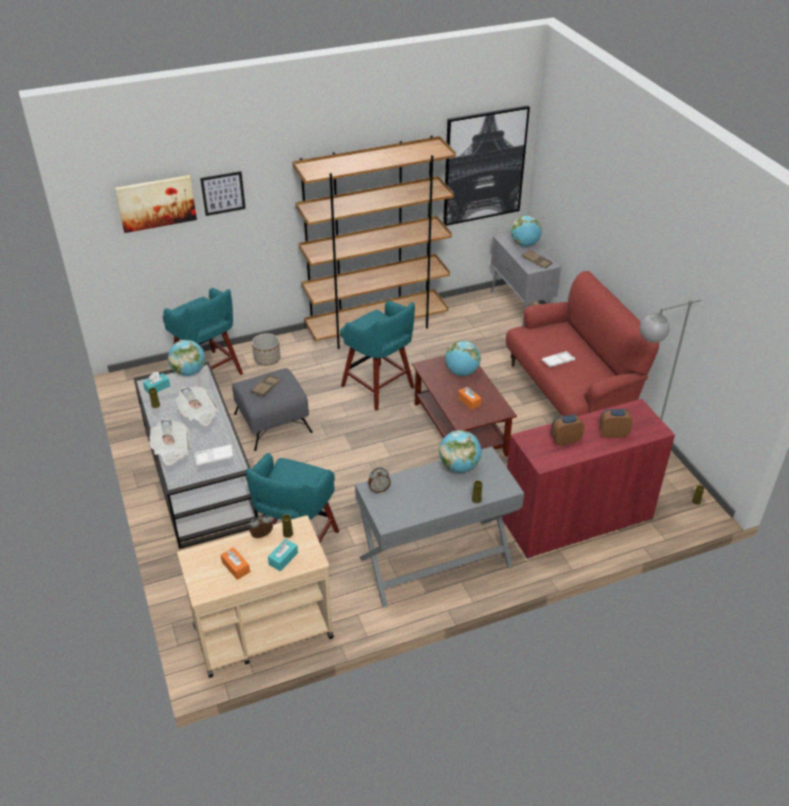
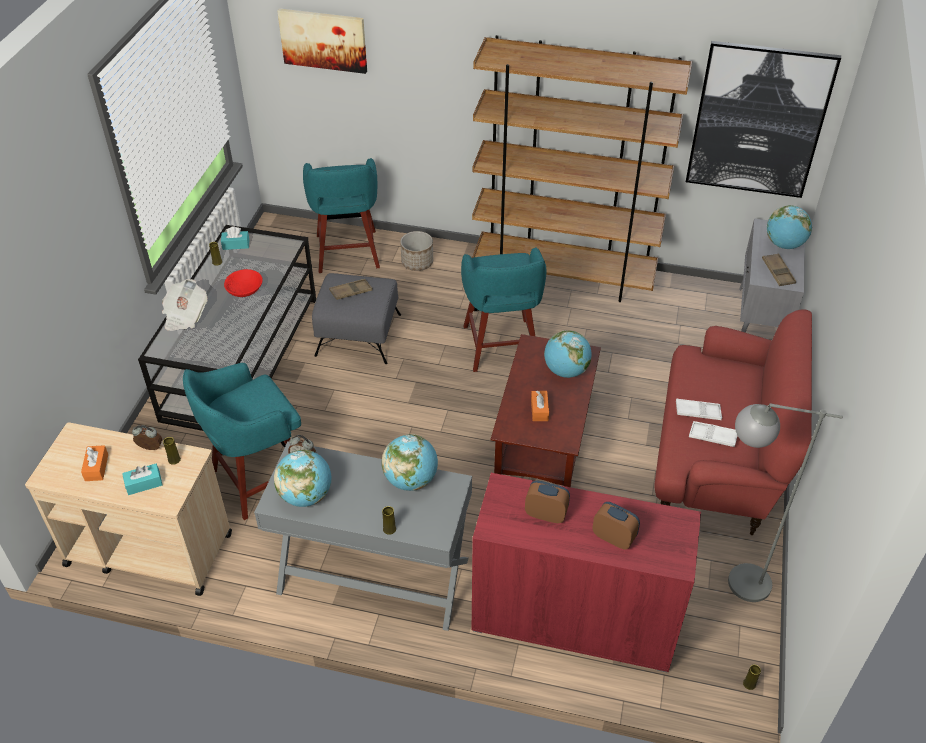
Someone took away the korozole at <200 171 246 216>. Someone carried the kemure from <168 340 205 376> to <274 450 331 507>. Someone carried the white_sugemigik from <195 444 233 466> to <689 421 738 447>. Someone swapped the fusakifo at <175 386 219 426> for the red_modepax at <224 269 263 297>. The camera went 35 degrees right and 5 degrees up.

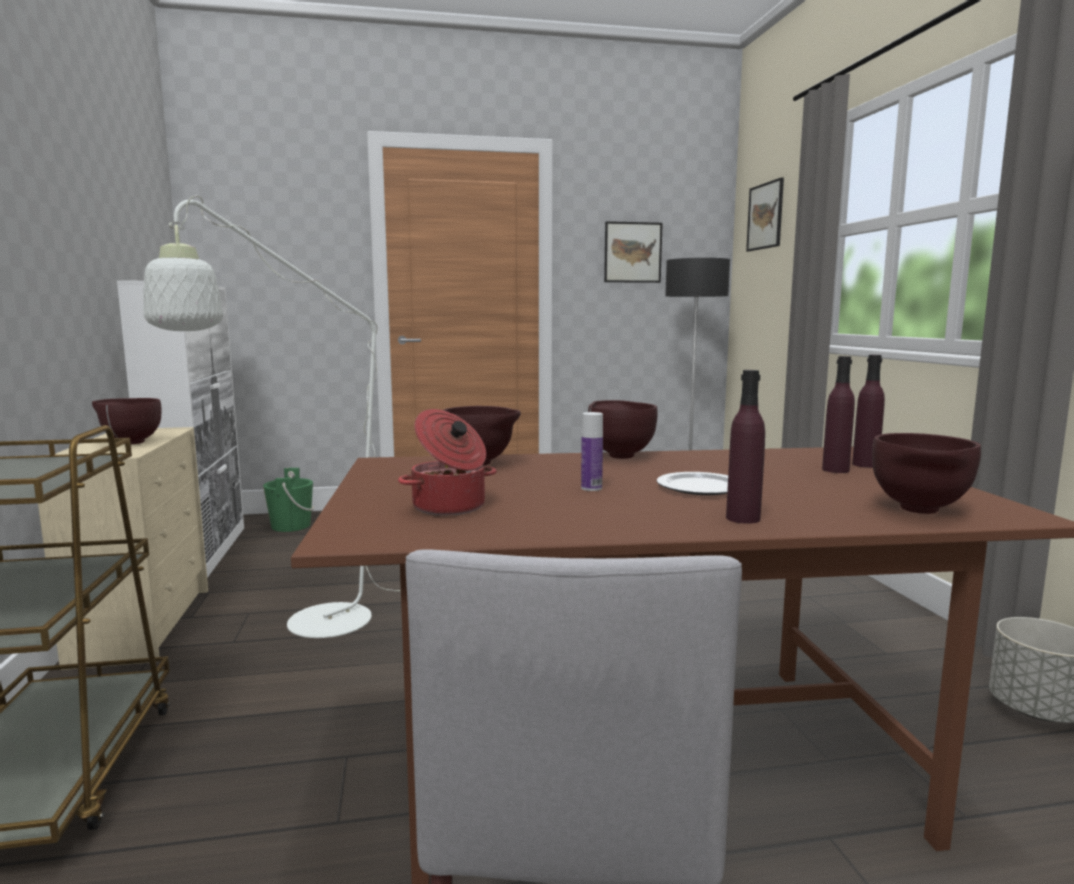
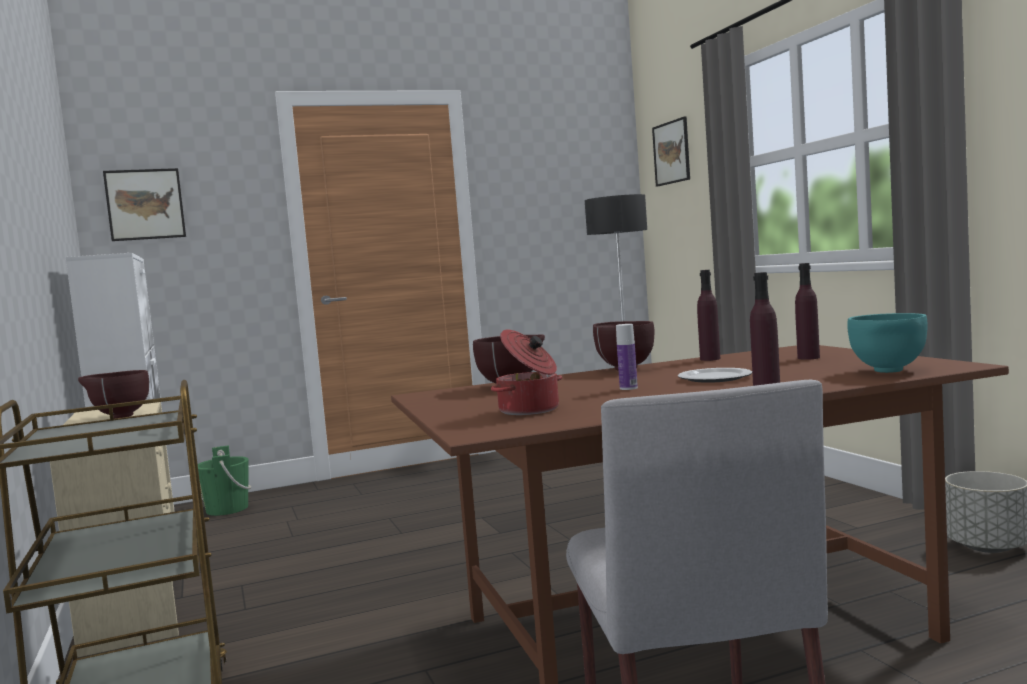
Someone took away the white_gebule at <143 195 401 638>. Someone carried the korozole from <604 221 663 283> to <103 168 186 241>. Someone carried the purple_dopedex from <852 355 885 468> to <697 270 721 361>. Someone repainted the brown_modepax at <872 433 981 514>, which became the turquoise_modepax at <847 313 928 373>. The camera went 10 degrees left and 5 degrees down.

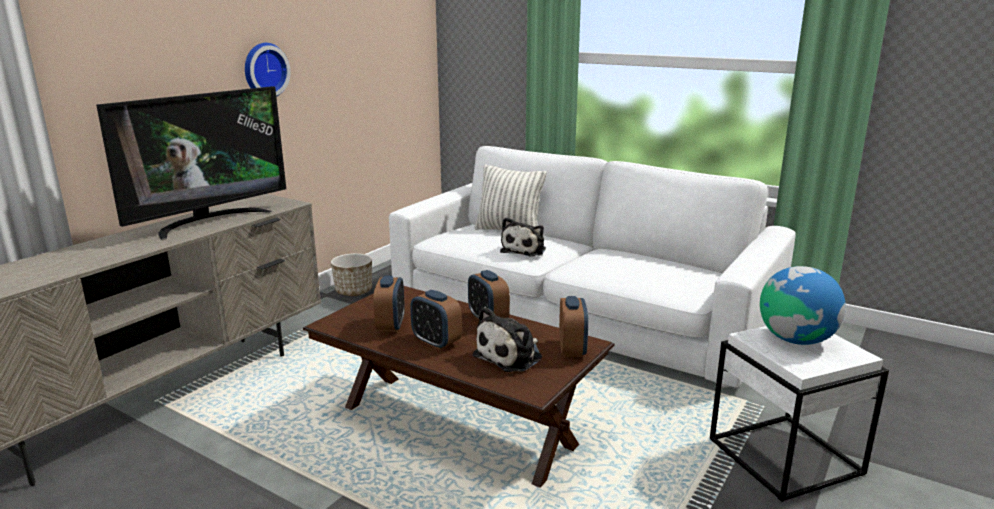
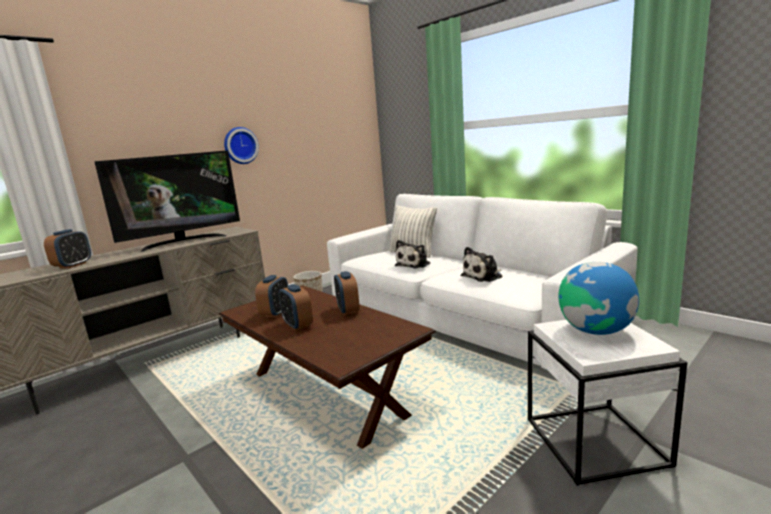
Someone carried the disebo from <472 307 542 372> to <461 247 502 282>. Someone carried the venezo from <559 296 588 357> to <44 229 91 269>. The camera went 15 degrees right and 5 degrees down.

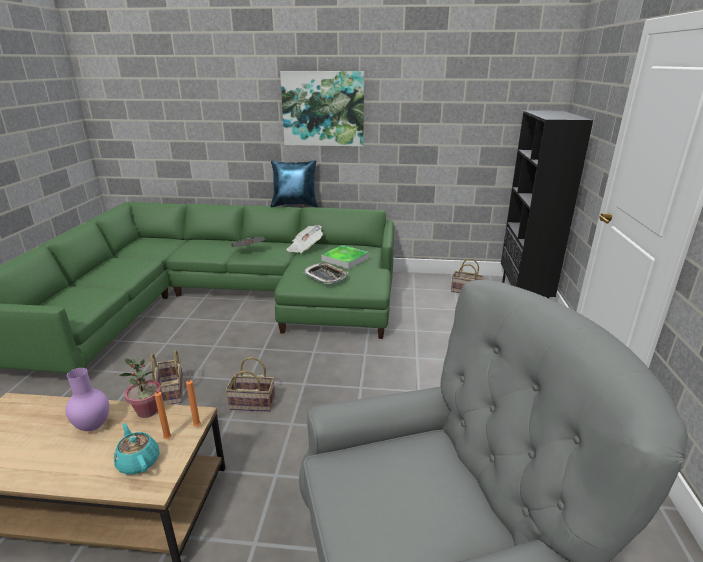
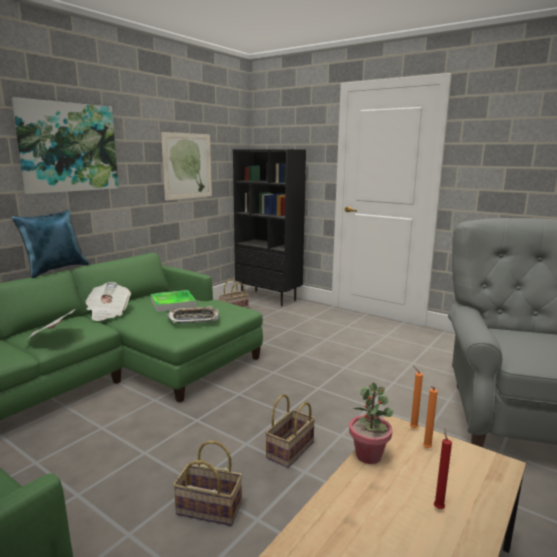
Someone took away the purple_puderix at <66 368 109 431>. Someone took away the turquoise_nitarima at <114 423 159 474>. Someone put up the korozole at <161 132 212 201>. Someone put down the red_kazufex at <434 428 452 509>. The camera went 60 degrees left and 10 degrees down.

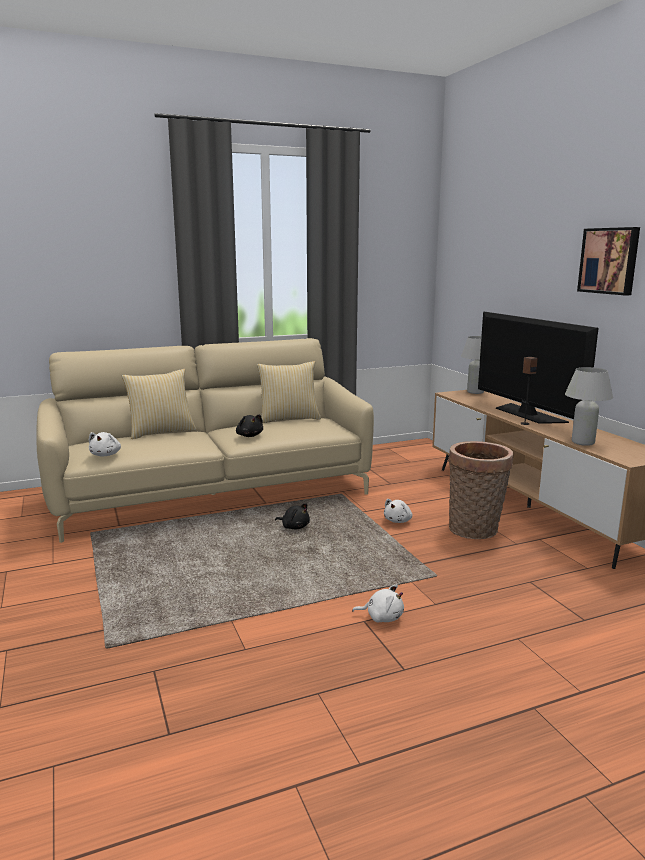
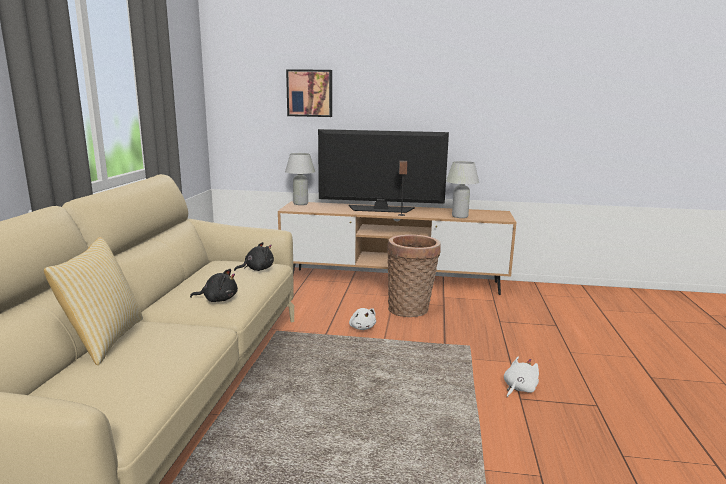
Someone took away the white_disebo at <89 432 121 457>. Someone took away the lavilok at <257 361 321 423>. Someone carried the black_disebo from <275 503 310 529> to <234 242 274 271>. Someone carried the korozole from <577 227 640 296> to <286 69 332 117>. The camera went 60 degrees left and 0 degrees up.

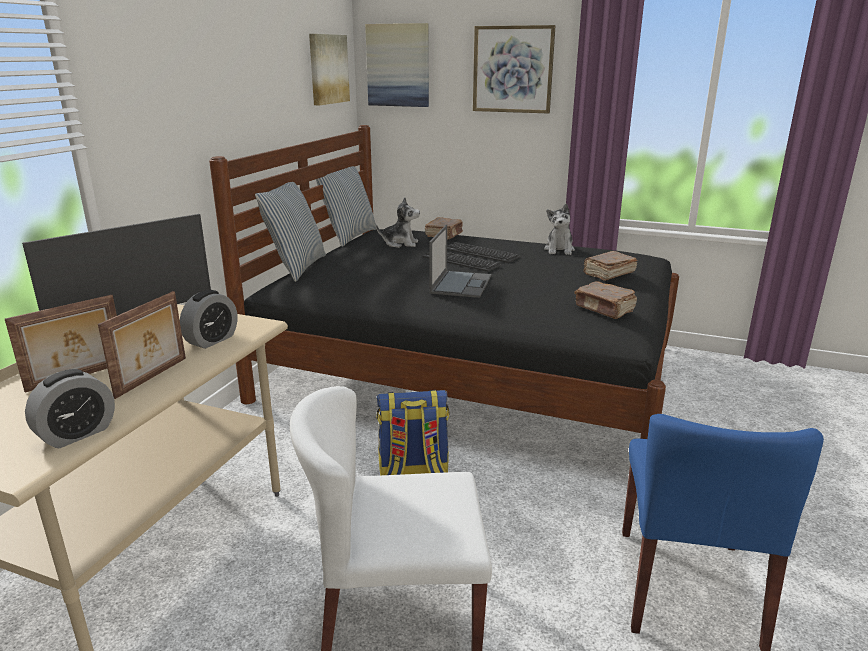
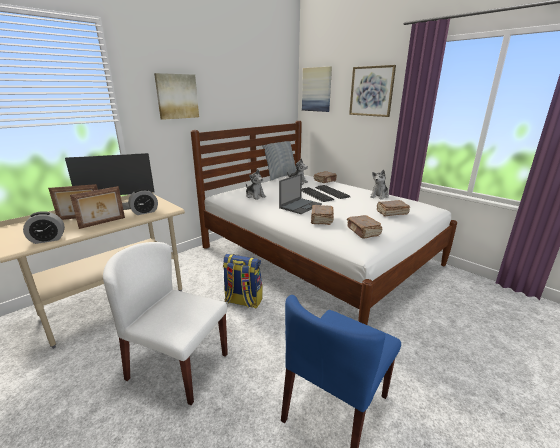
Someone took away the lavilok at <255 182 326 282>. Someone put down the disebo at <246 169 266 200>. Someone put down the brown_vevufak at <311 205 334 225>. Someone carried the korozole from <309 34 350 105> to <154 73 199 120>. Someone repainted the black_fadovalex at <209 125 679 439>, which became the white_fadovalex at <191 121 457 325>. The camera went 25 degrees right and 0 degrees up.

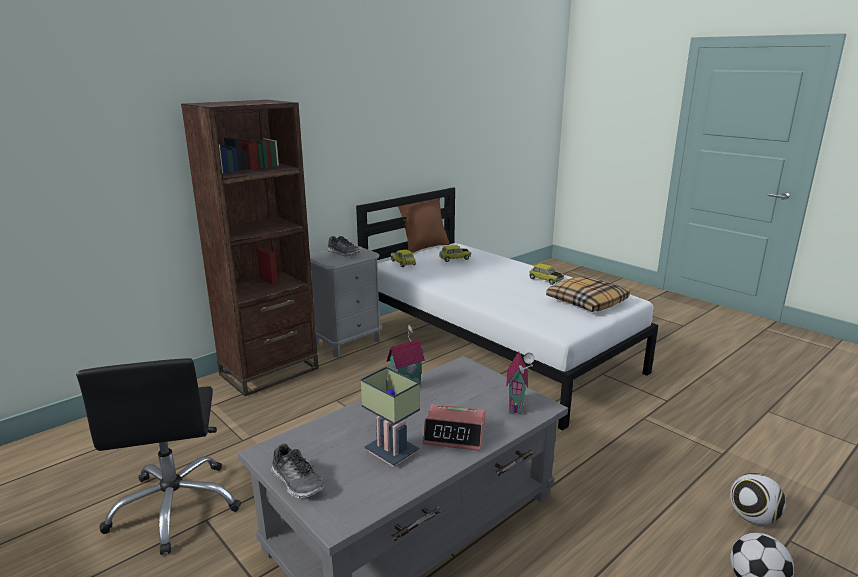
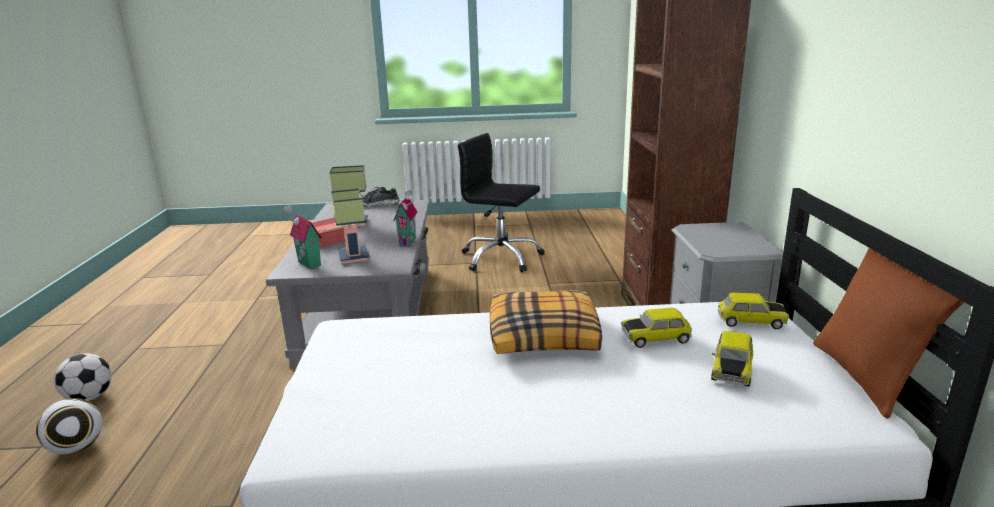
Someone took away the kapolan at <327 236 360 257>. Someone put down the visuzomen at <331 189 370 264>. Someone carried the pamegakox from <529 264 564 285> to <621 308 692 348>. Someone carried the lavilok from <546 276 630 312> to <490 290 602 354>. The camera went 130 degrees right and 0 degrees up.

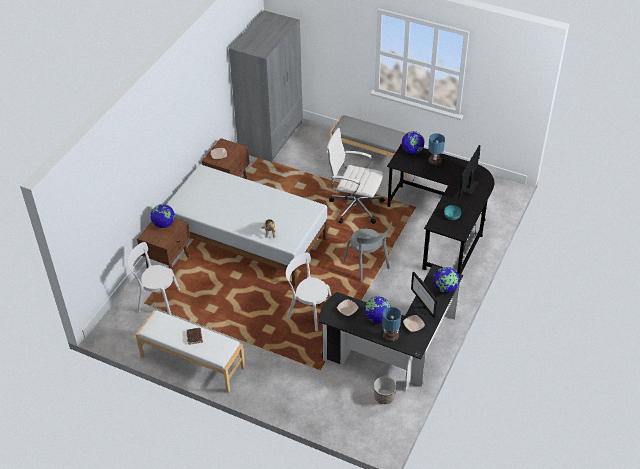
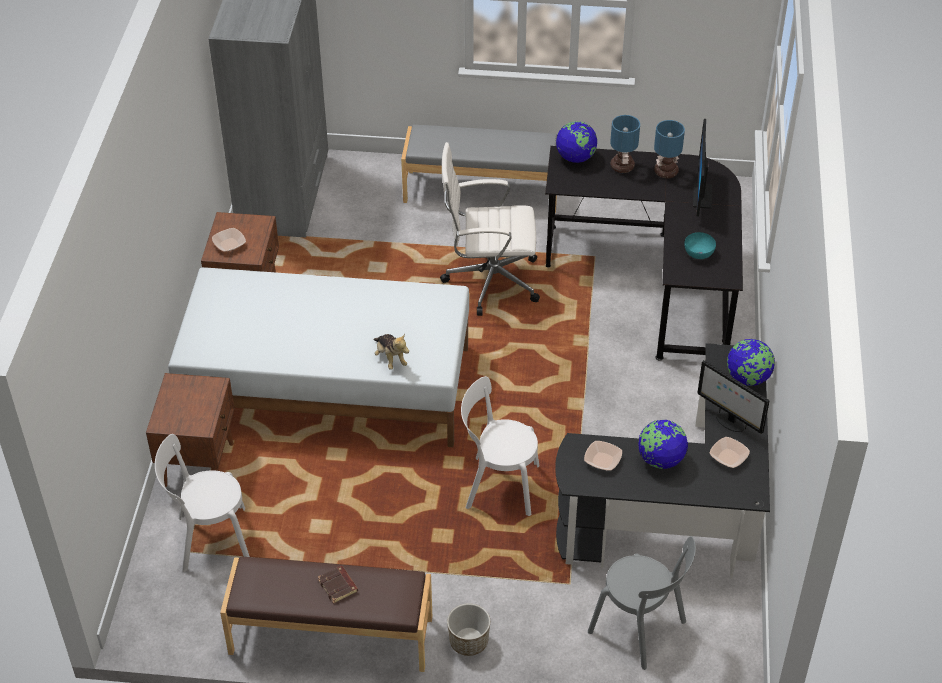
Someone took away the kemure at <151 204 175 228>. Someone carried the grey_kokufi from <343 222 392 282> to <588 536 696 670>. Someone carried the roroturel from <374 376 396 404> to <447 603 490 656>. Someone carried the visuzomen from <382 307 401 342> to <654 120 685 179>. Someone repainted the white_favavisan at <135 310 245 393>, which became the brown_favavisan at <220 556 432 672>. The camera went 20 degrees left and 0 degrees up.

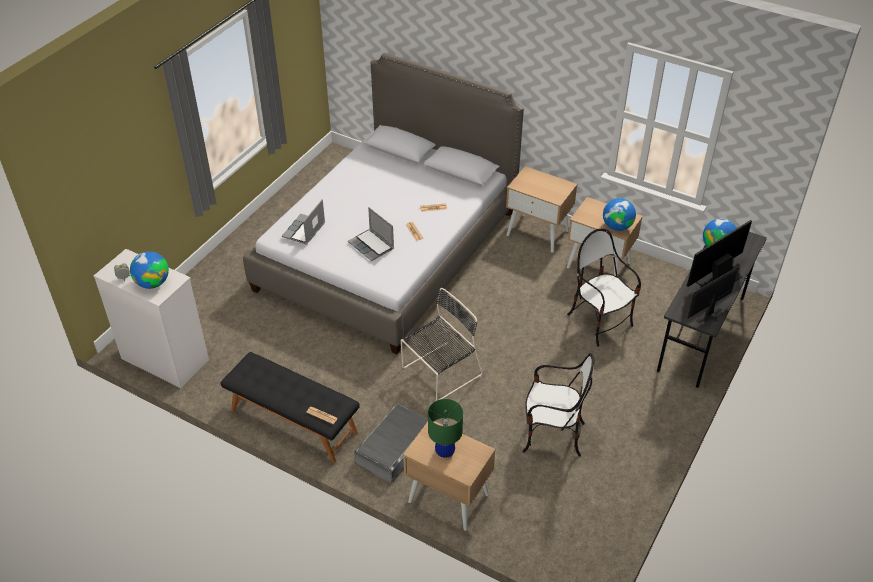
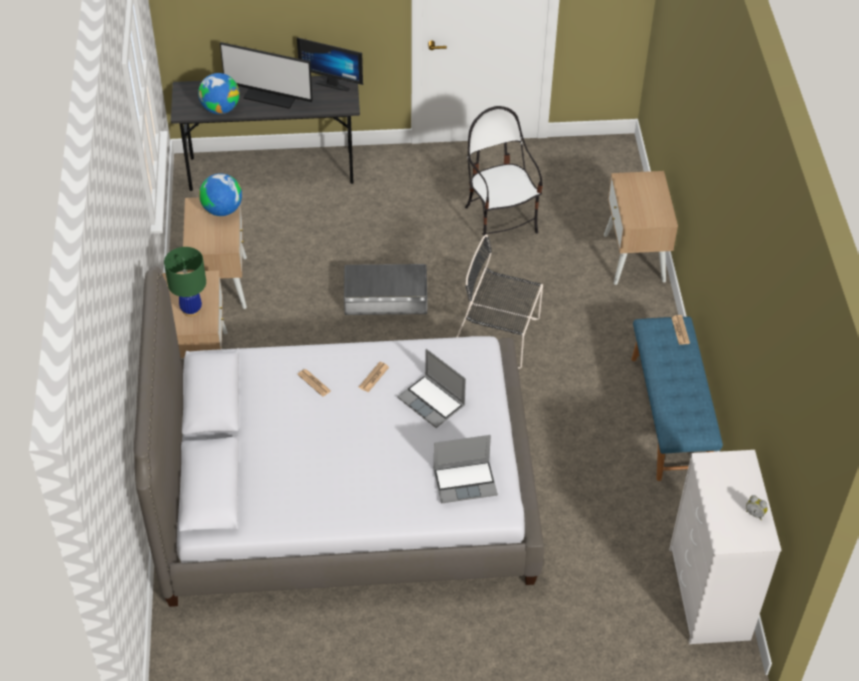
Someone took away the kemure at <130 251 169 289>. Someone took away the kokufi at <567 228 641 347>. Someone carried the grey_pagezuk from <354 404 428 483> to <344 264 427 315>. Someone carried the green_visuzomen from <428 399 463 460> to <164 247 206 317>. Someone repainted the black_favavisan at <221 352 360 463>, which became the blue_favavisan at <631 317 723 481>. Someone rotated the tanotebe at <348 207 394 261> by 120 degrees clockwise. The camera went 125 degrees left and 5 degrees up.

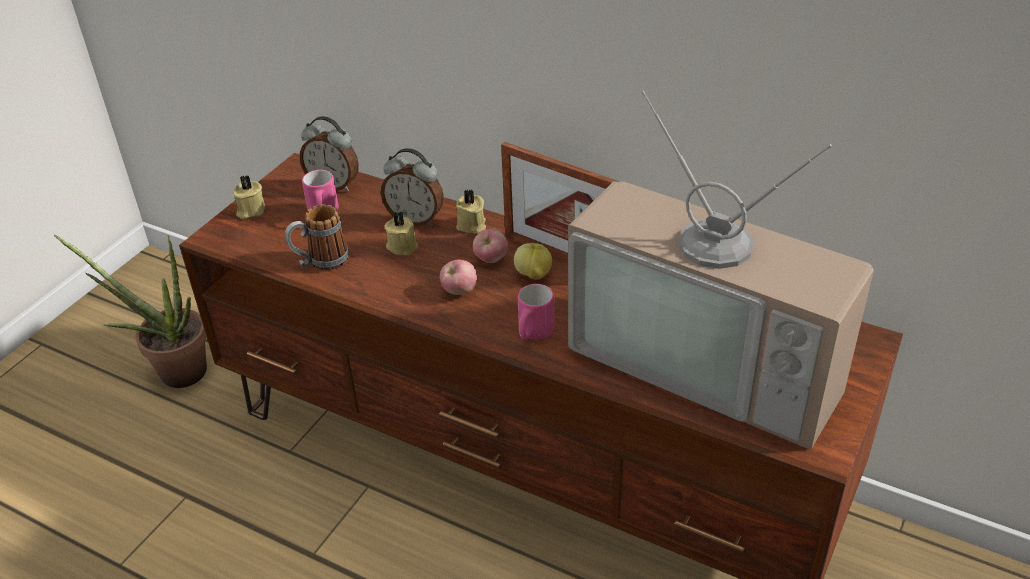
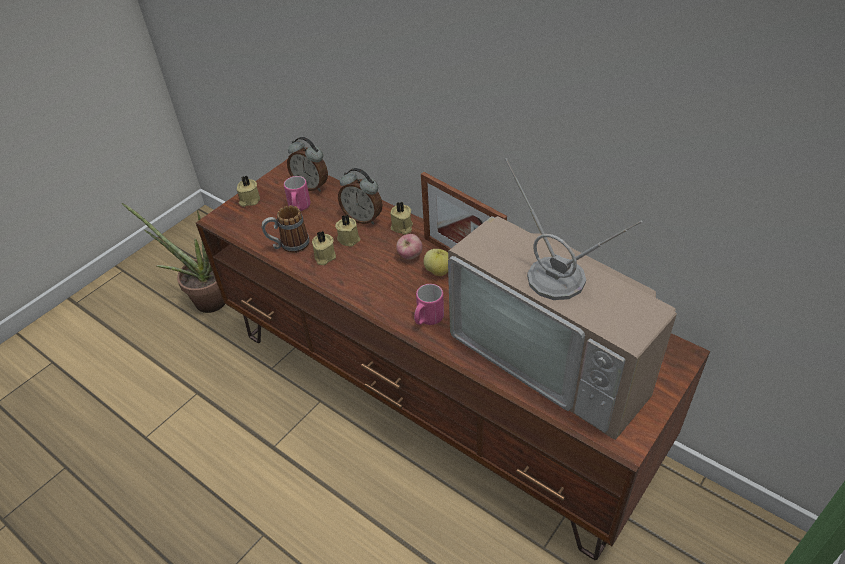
Someone took away the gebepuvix at <440 259 477 295>. Someone put down the beige_kazufex at <312 231 336 265>. The camera went 10 degrees right and 5 degrees up.

